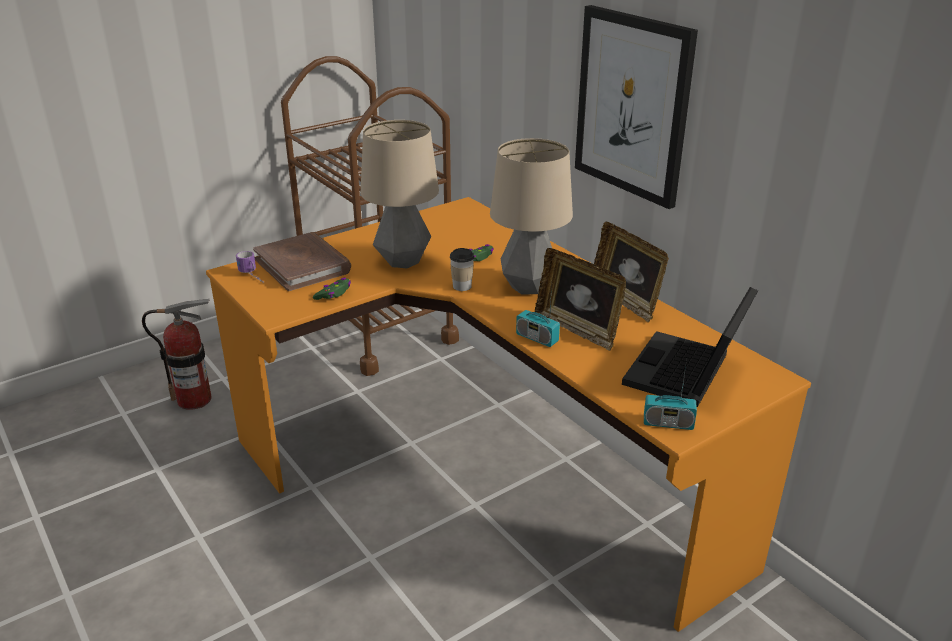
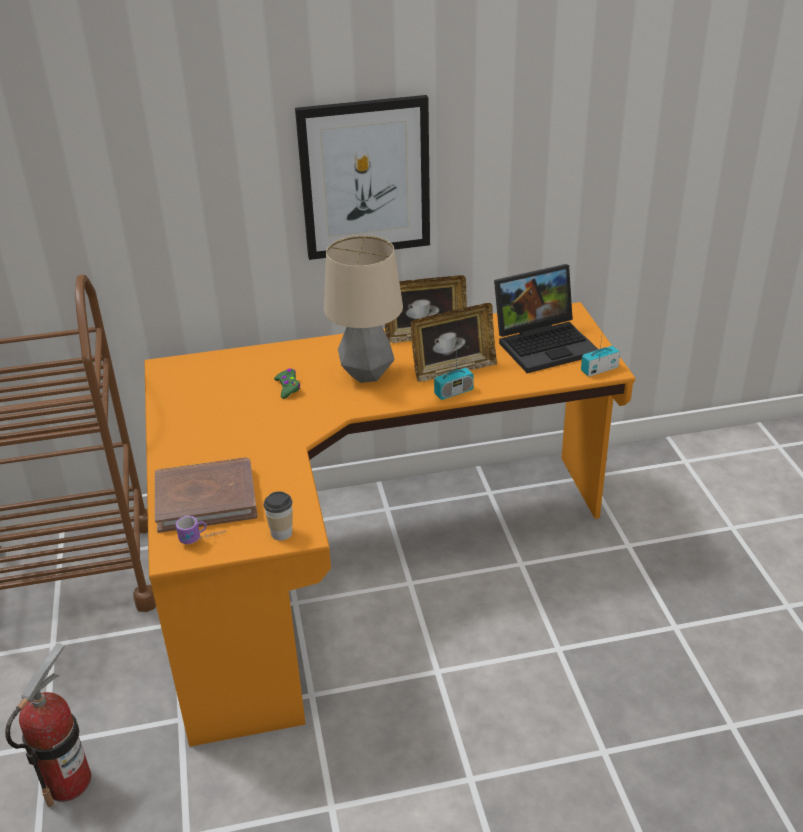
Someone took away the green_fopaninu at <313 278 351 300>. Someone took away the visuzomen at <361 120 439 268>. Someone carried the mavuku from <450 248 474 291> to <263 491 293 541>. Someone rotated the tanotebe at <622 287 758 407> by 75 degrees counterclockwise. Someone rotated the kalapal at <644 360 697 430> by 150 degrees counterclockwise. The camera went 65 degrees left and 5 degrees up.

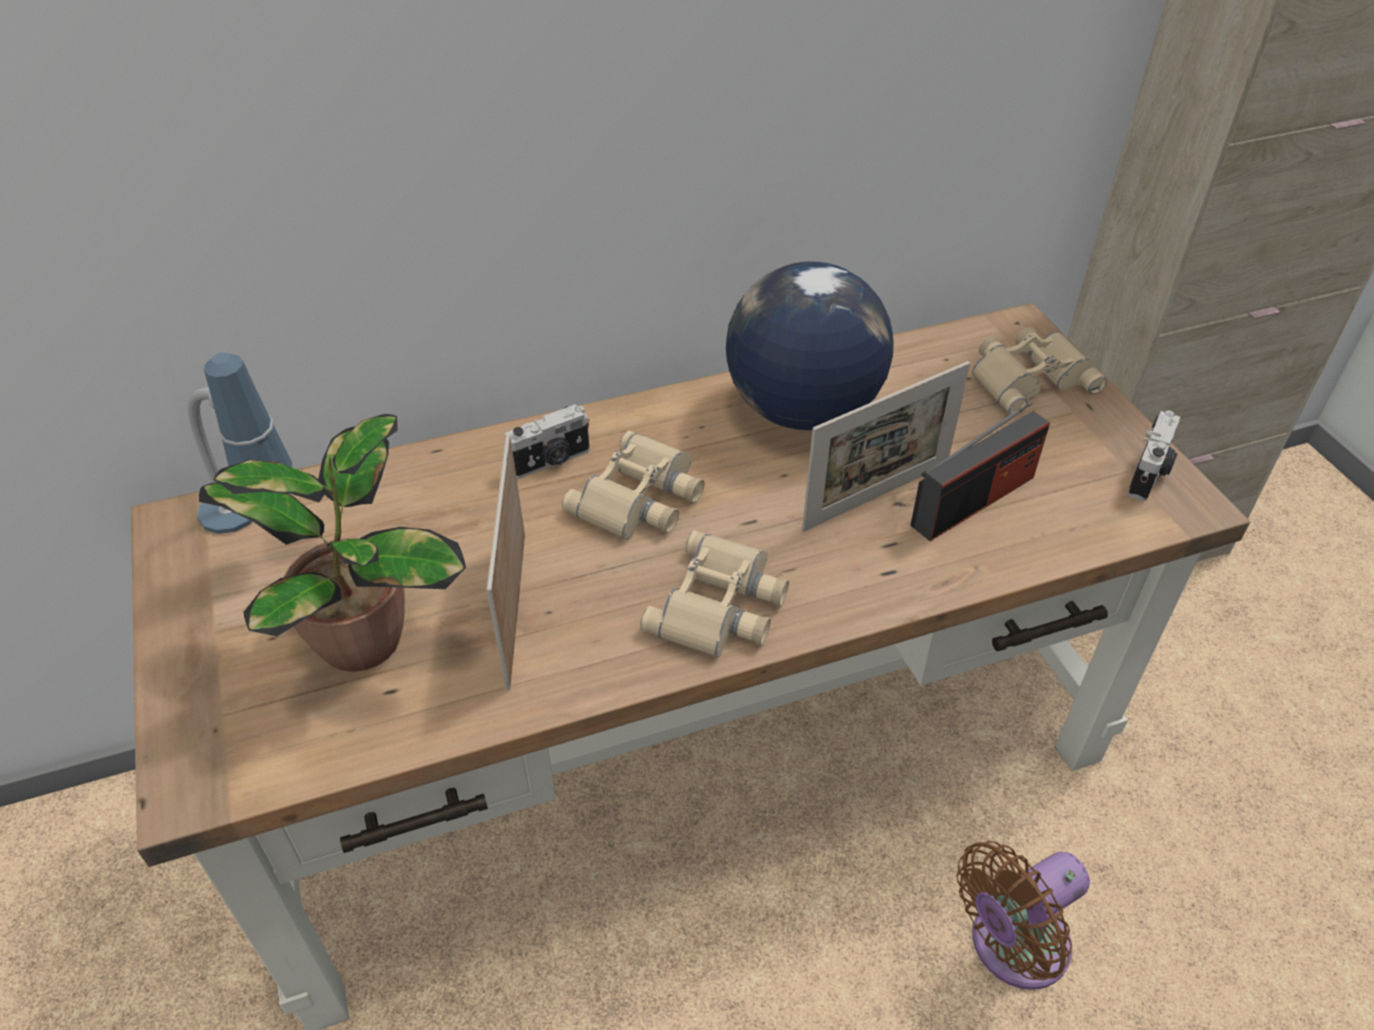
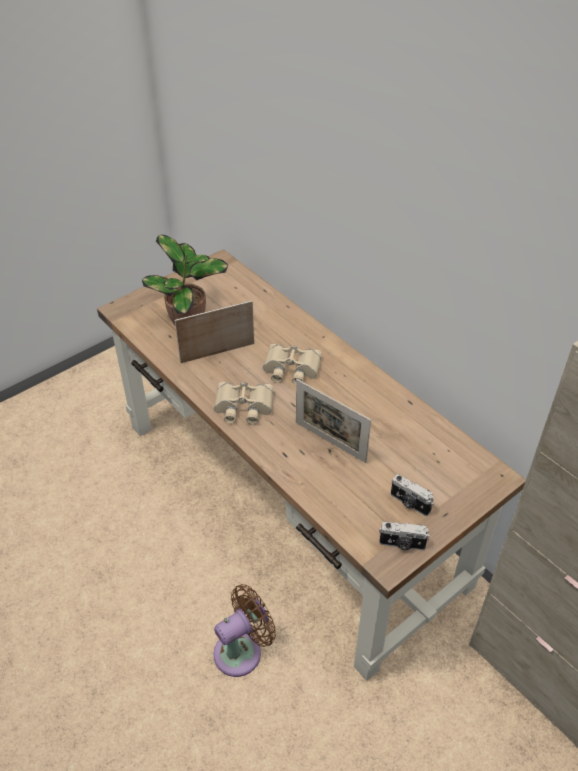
Someone took away the visuzomen at <188 353 292 534>. Someone took away the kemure at <726 261 894 430>. Someone took away the kalapal at <910 401 1050 541>. Someone took away the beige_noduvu at <972 327 1107 414>. Someone carried the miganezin from <505 404 590 479> to <391 474 434 516>. Someone rotated the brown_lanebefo at <957 841 1090 990> by 105 degrees clockwise. The camera went 70 degrees right and 0 degrees up.

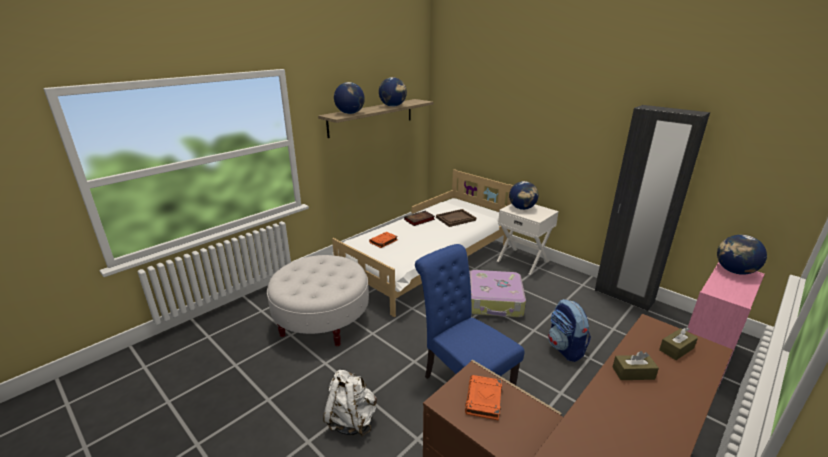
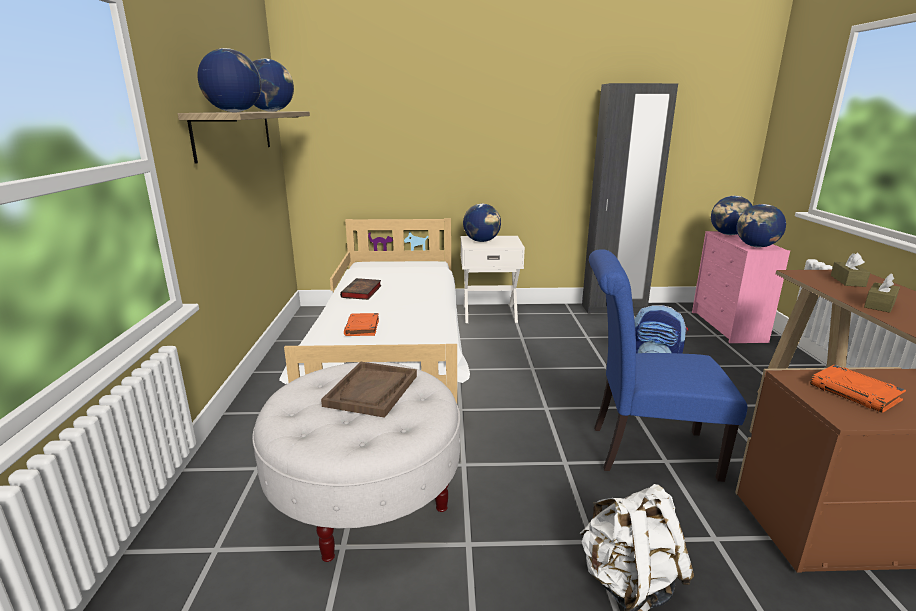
Someone took away the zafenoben at <469 270 526 317>. Someone put down the kemure at <737 204 786 247>. Someone carried the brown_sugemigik from <436 209 476 227> to <321 362 417 418>. The camera went 45 degrees left and 5 degrees down.

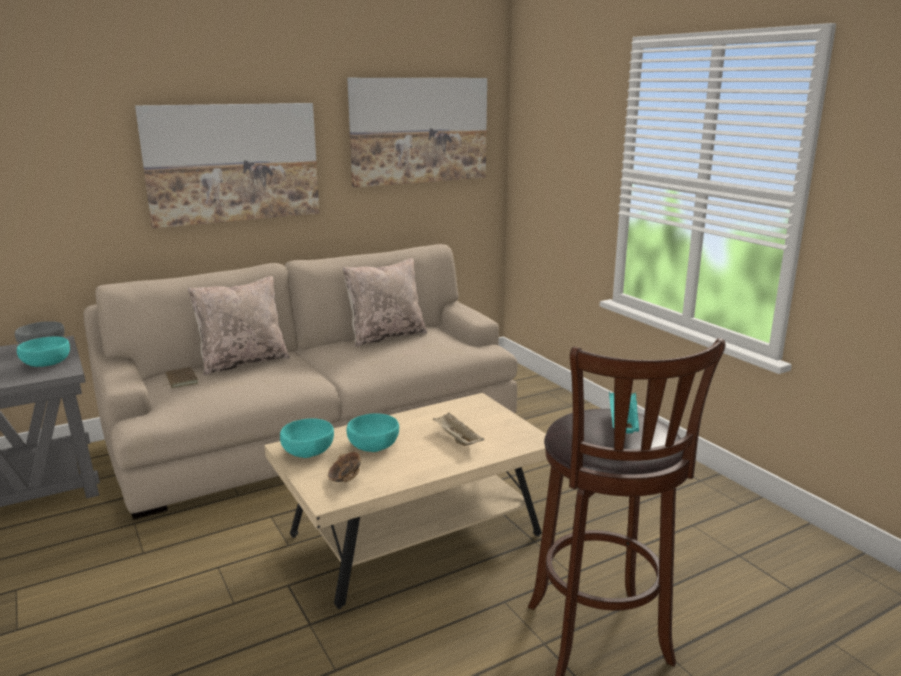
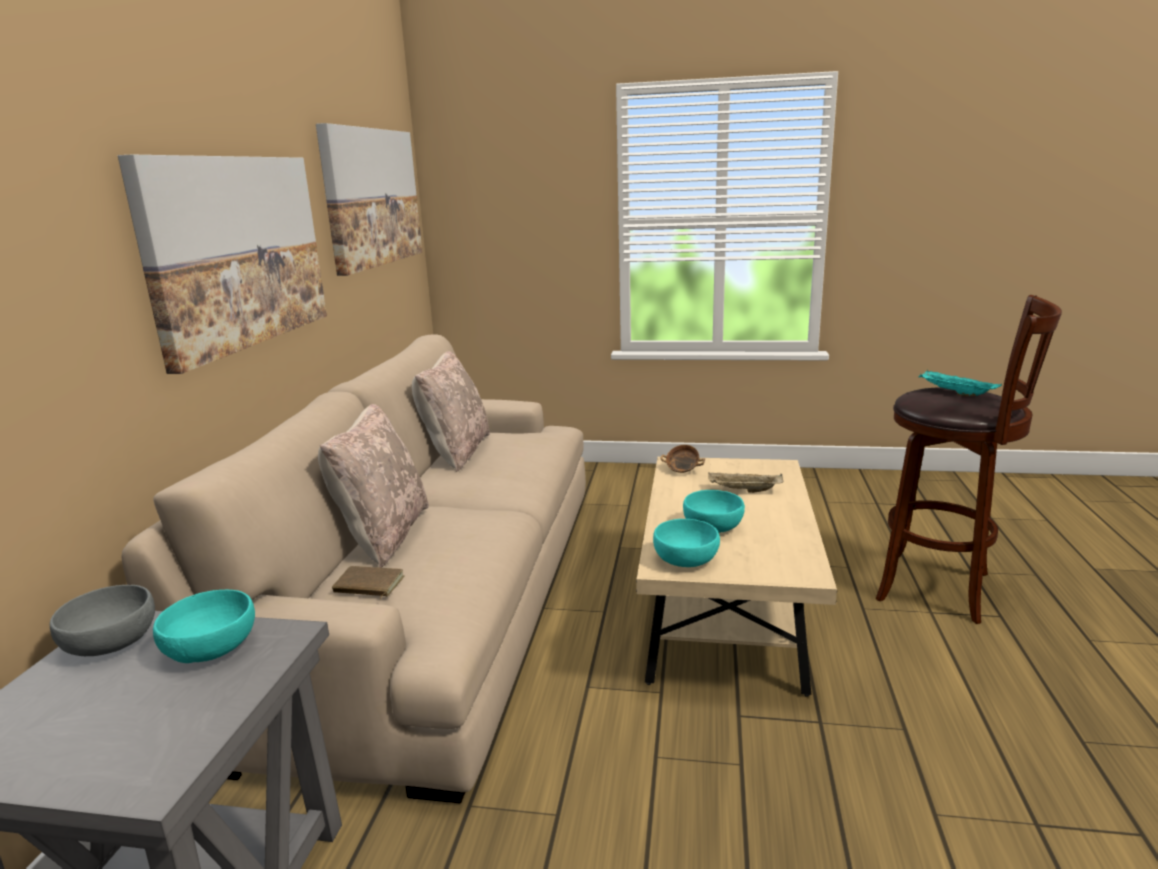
Someone carried the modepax from <328 452 361 482> to <661 445 705 473>. The camera went 50 degrees left and 0 degrees up.

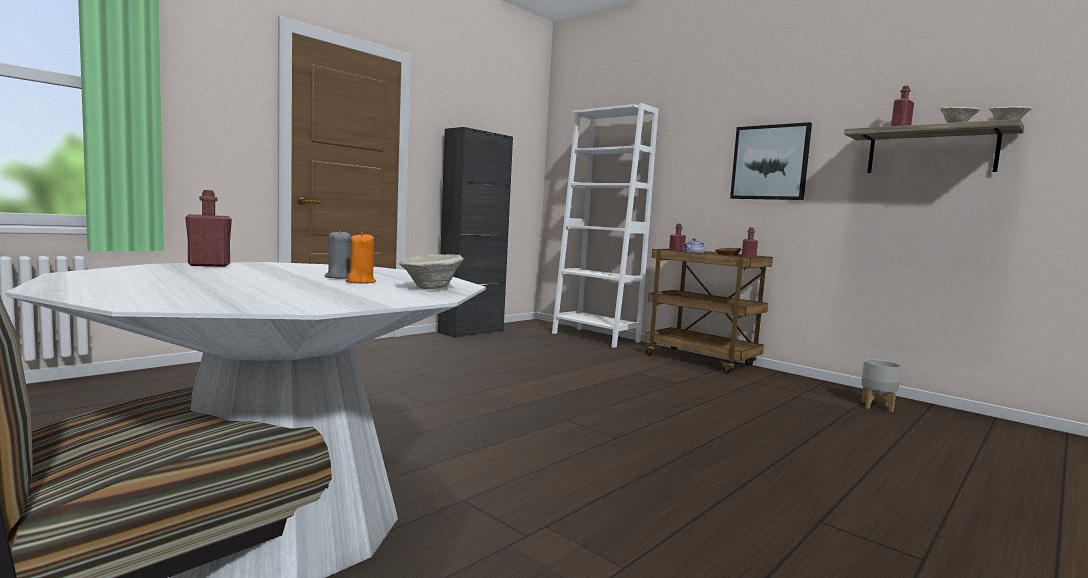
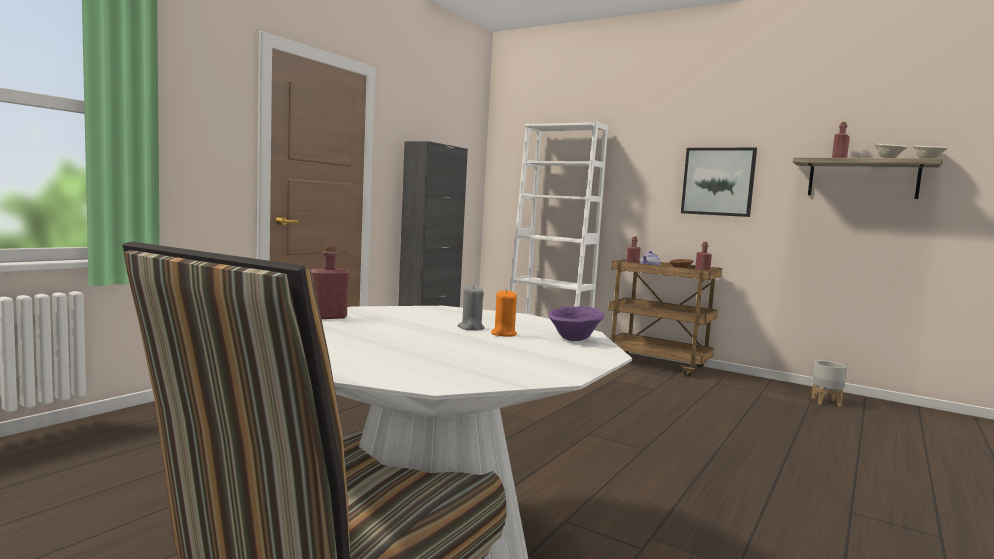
Someone repainted the beige_modepax at <399 254 464 290>, which became the purple_modepax at <548 306 604 341>. The camera went 10 degrees left and 0 degrees up.

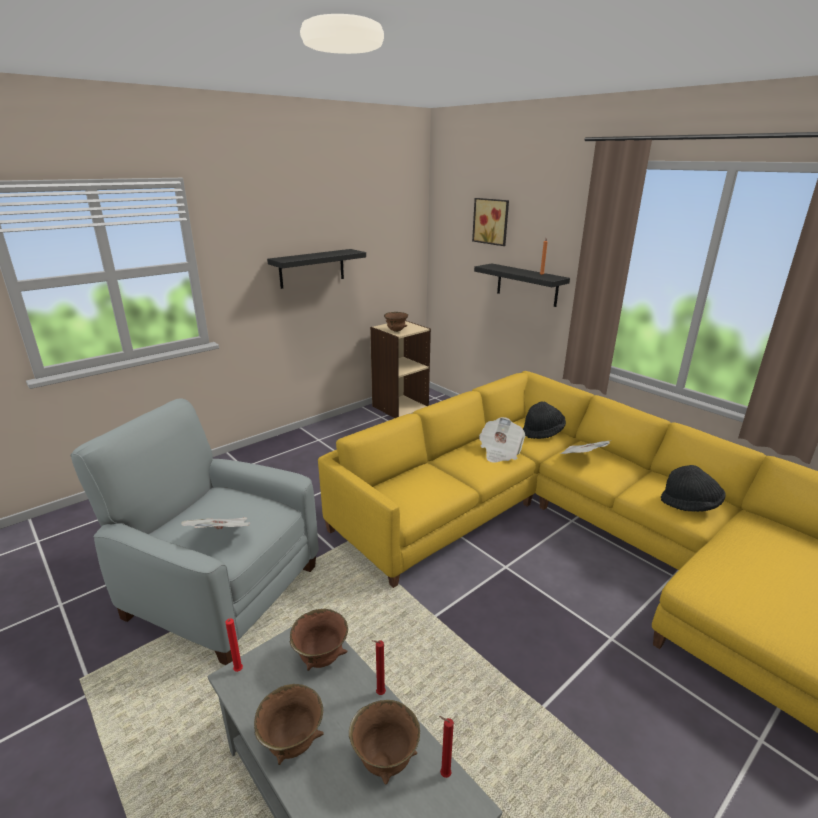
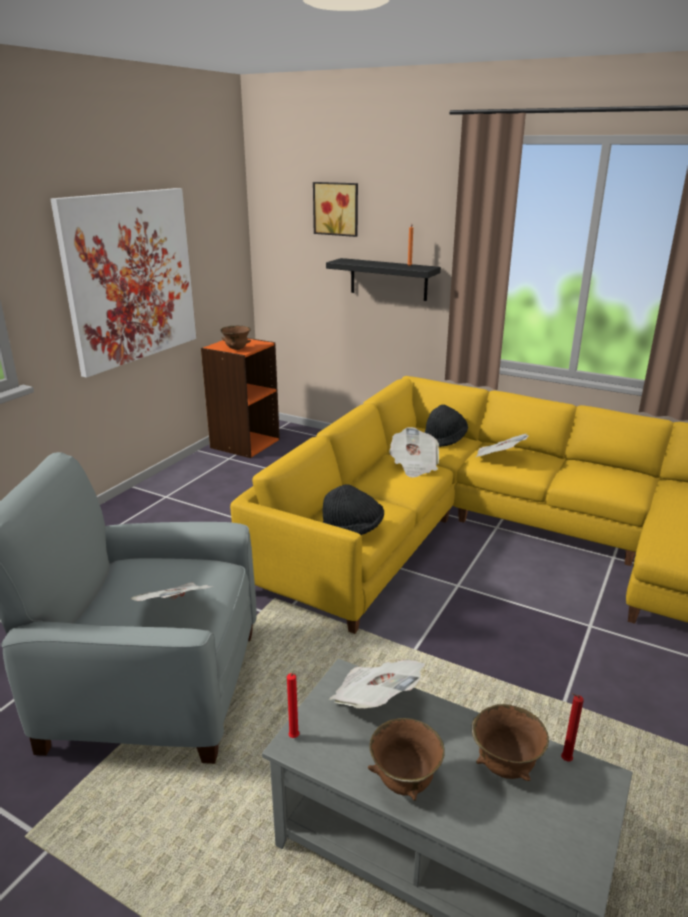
Someone took away the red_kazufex at <372 640 386 695>. Someone carried the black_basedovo from <661 465 726 512> to <323 484 384 535>. Someone swapped the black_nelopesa at <267 249 366 289> for the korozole at <50 188 196 378>. Someone swapped the brown_modepax at <290 609 348 671> for the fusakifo at <329 659 425 709>. Someone repainted the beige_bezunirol at <370 320 431 418>, which became the orange_bezunirol at <201 338 280 458>. The camera went 20 degrees left and 0 degrees up.

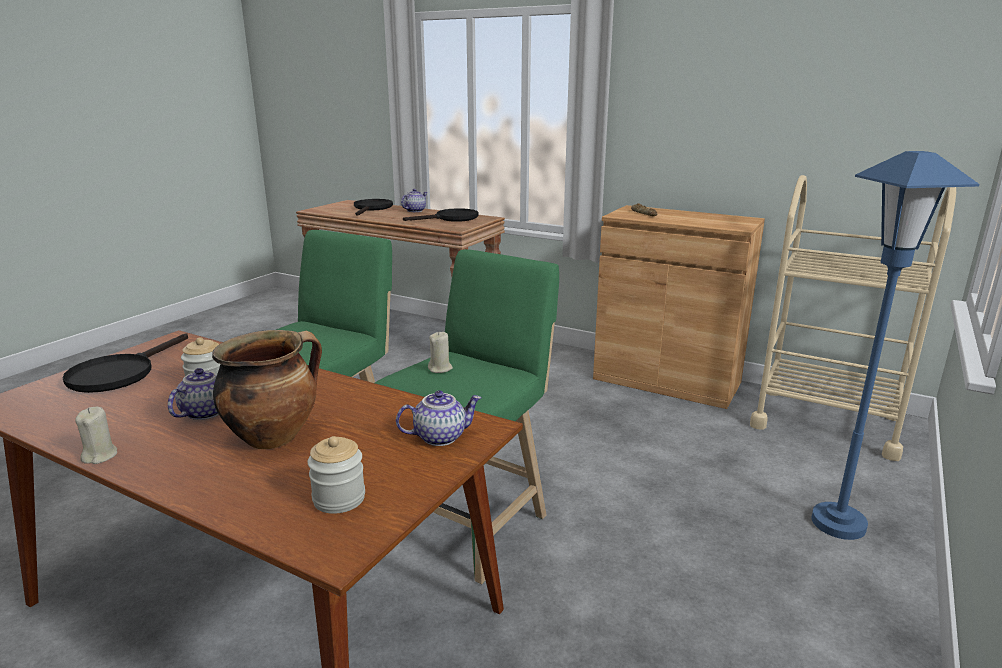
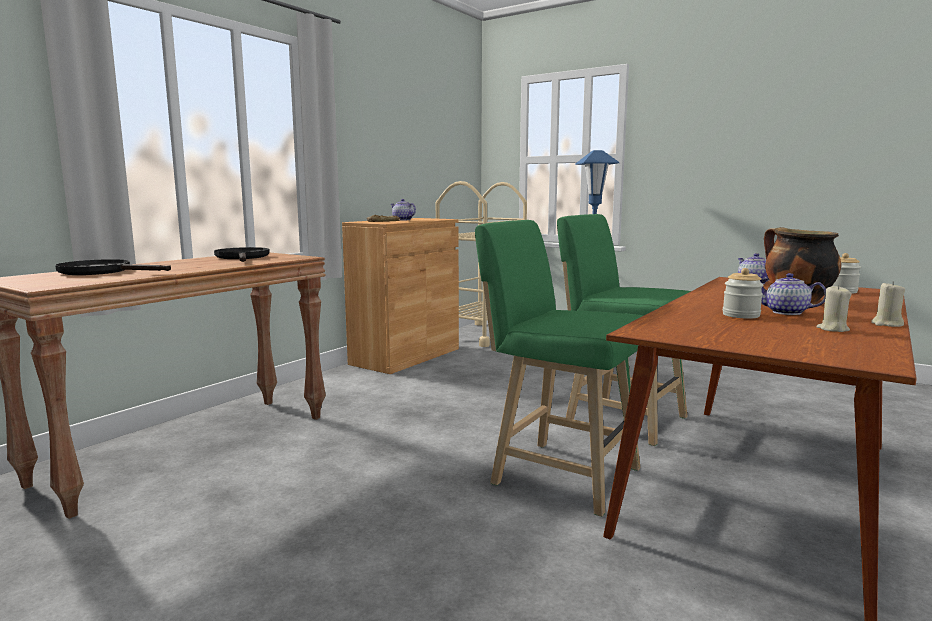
Someone took away the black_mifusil at <63 333 188 393>. Someone carried the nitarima from <401 189 427 212> to <391 199 416 221>. Someone carried the beige_kazufex from <428 332 453 373> to <816 285 851 332>. The camera went 85 degrees left and 10 degrees down.

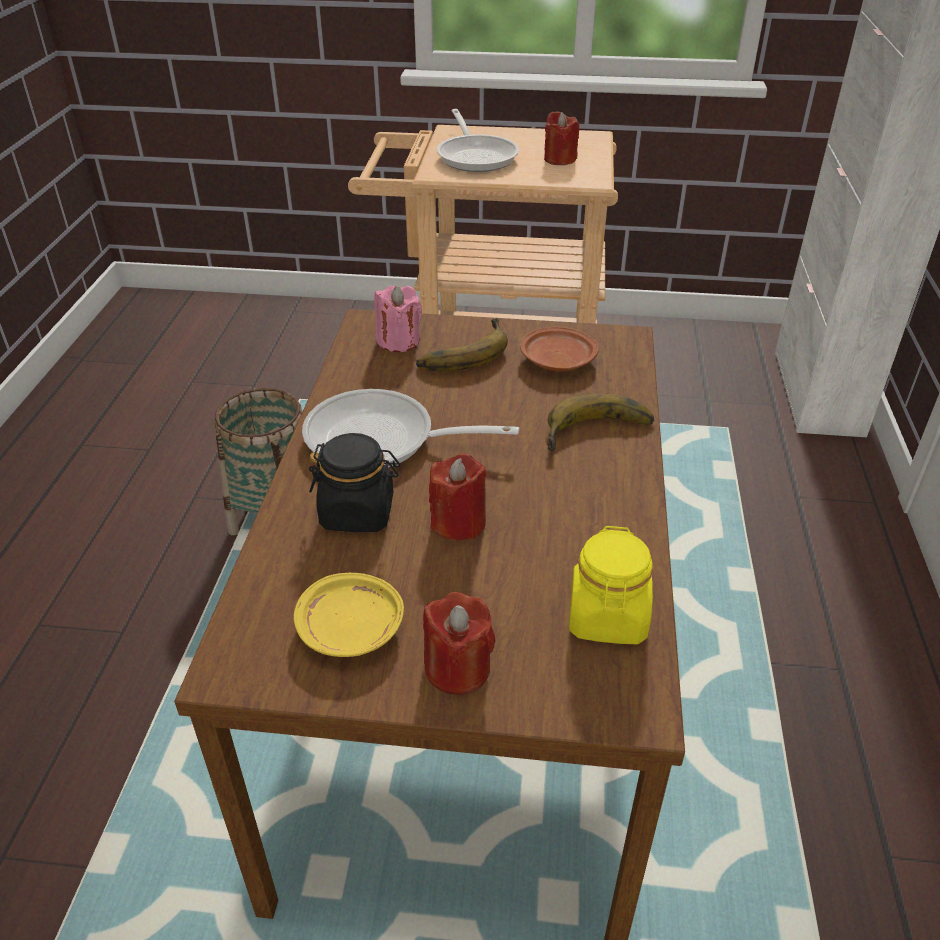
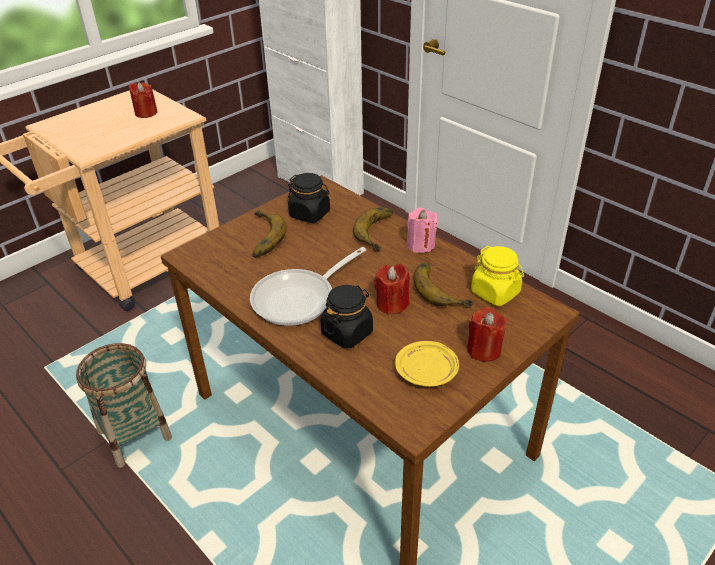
Someone took away the mifusil at <437 109 519 172>. Someone put down the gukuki at <414 262 473 308>. Someone carried the pink_kazufex from <374 286 422 352> to <407 207 438 253>. Someone swapped the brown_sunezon at <520 327 599 372> for the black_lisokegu at <288 173 330 223>. The camera went 50 degrees left and 0 degrees up.

